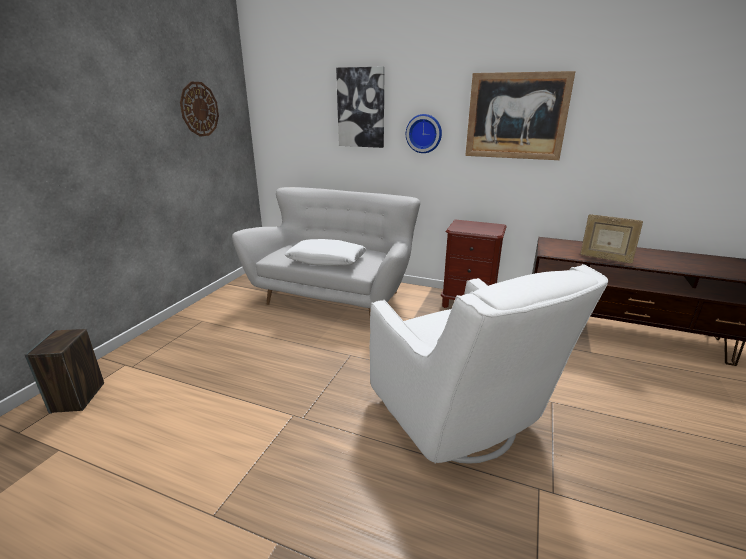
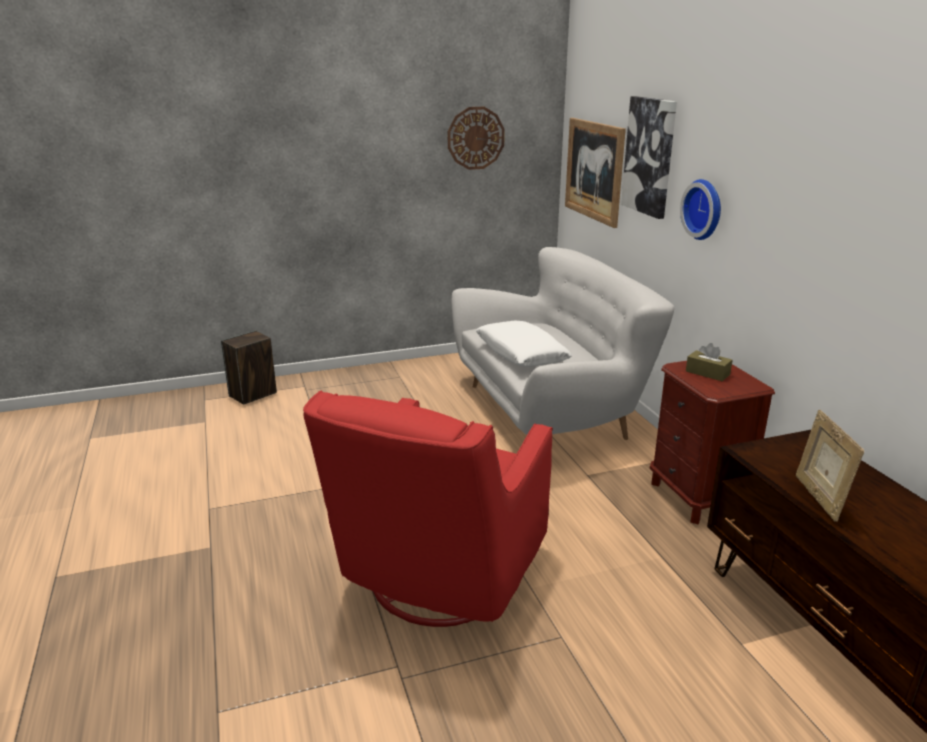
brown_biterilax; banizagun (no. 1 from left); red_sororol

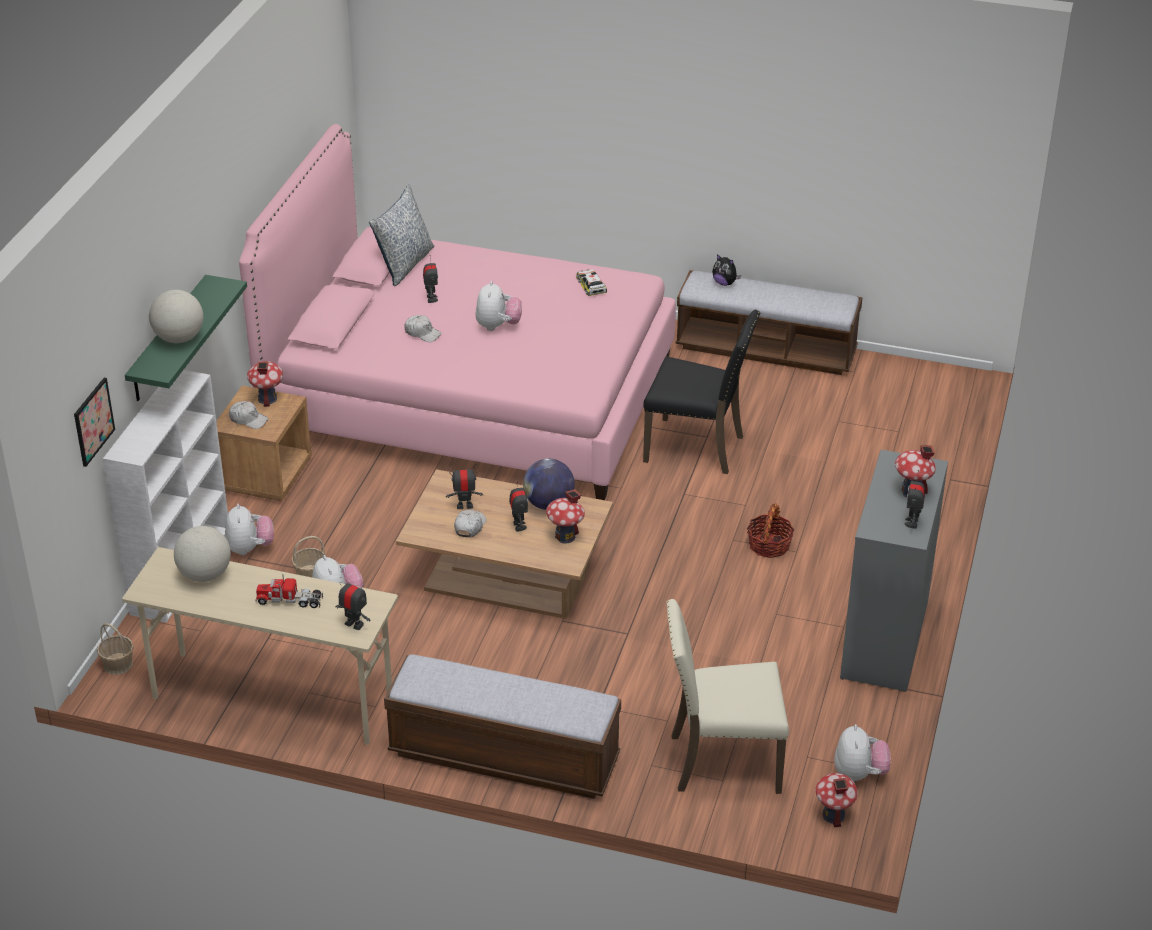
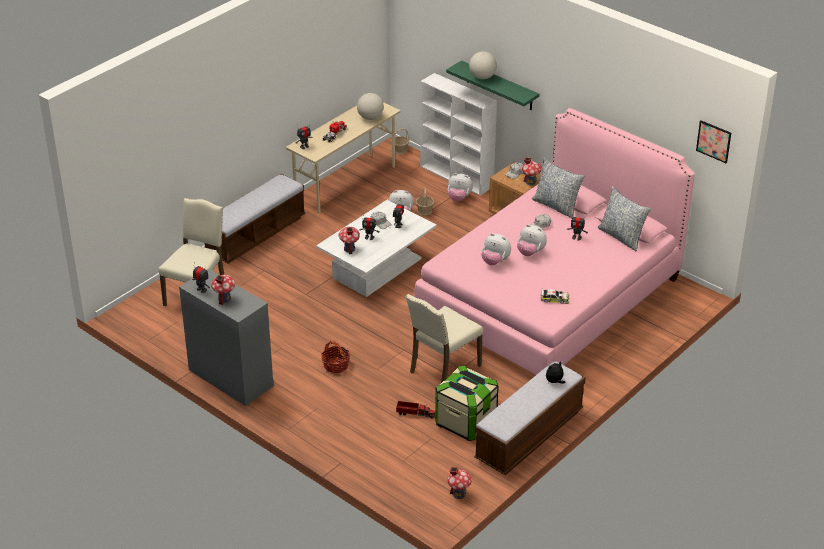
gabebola (no. 3 from left in the first image); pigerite (no. 2 from left); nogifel; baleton (no. 1 from left); banizagun; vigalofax (no. 3 from left); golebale (no. 3 from left); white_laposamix; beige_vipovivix (no. 2 from left)

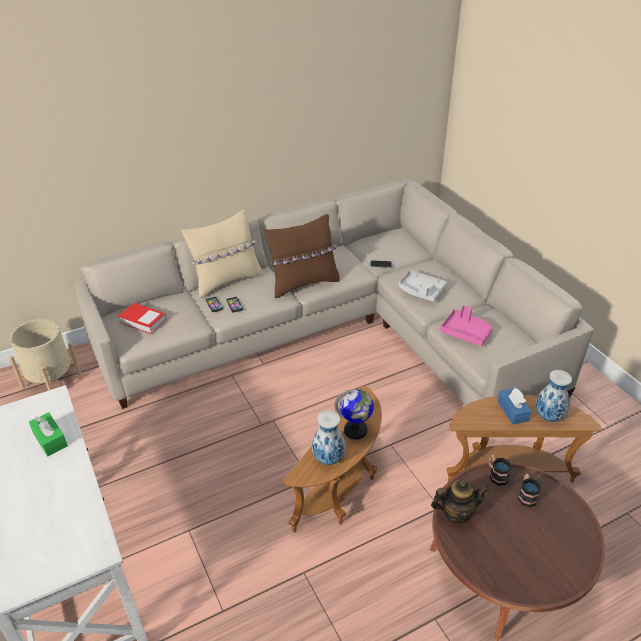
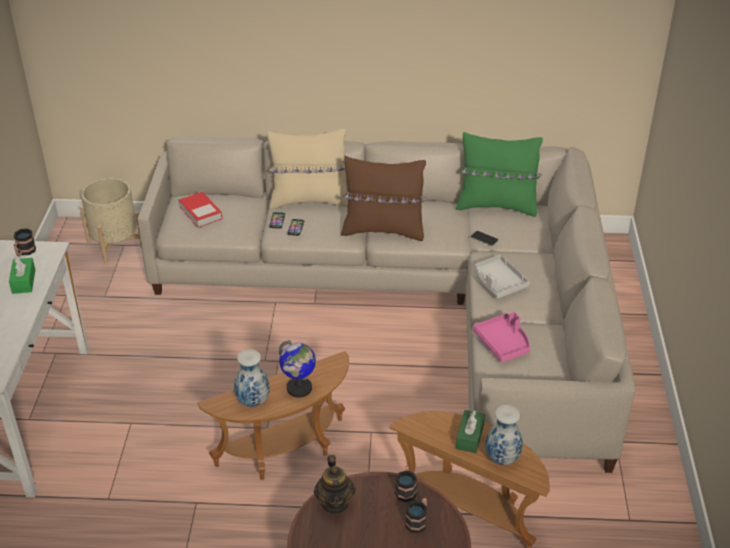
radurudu (no. 1 from left); green_baleton; green_biterilax (no. 2 from left); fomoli

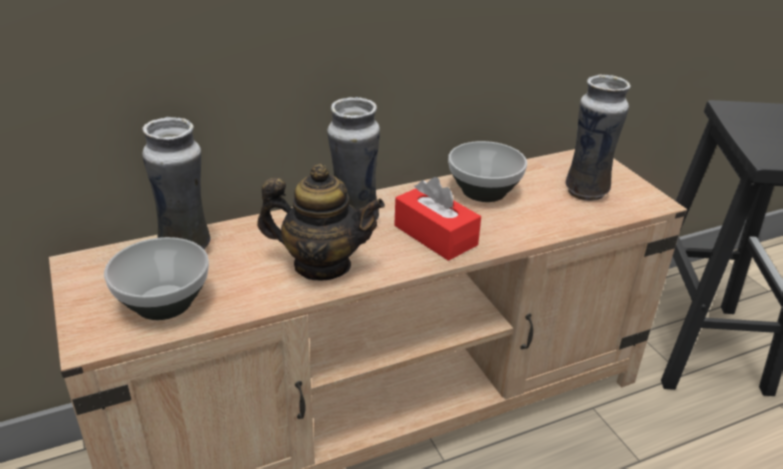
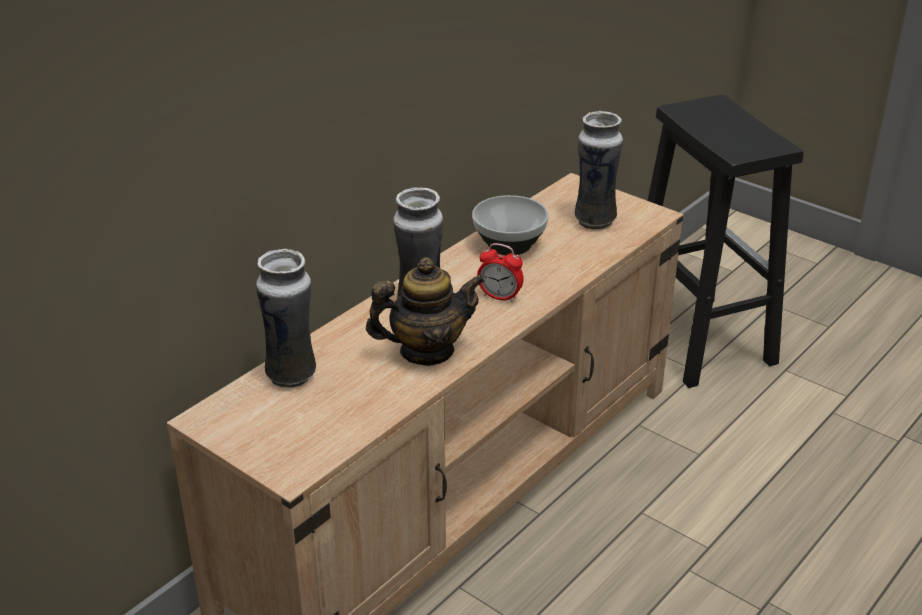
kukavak (no. 1 from left in the first image); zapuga

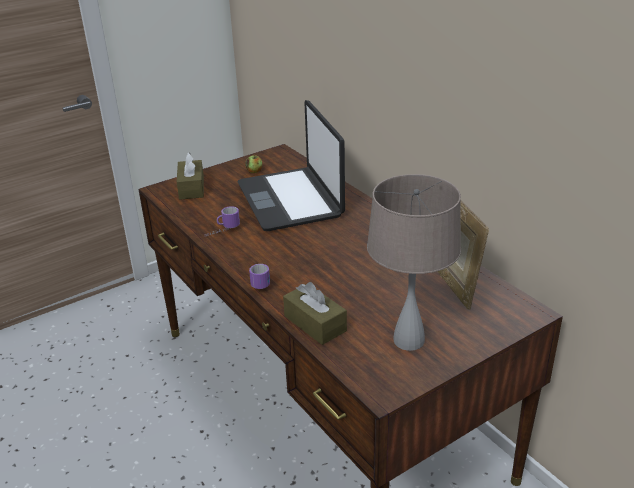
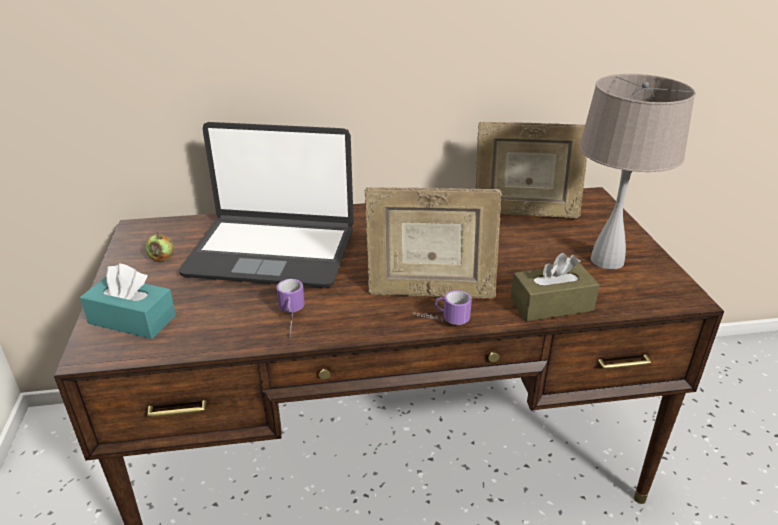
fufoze (no. 1 from left); turquoise_biterilax

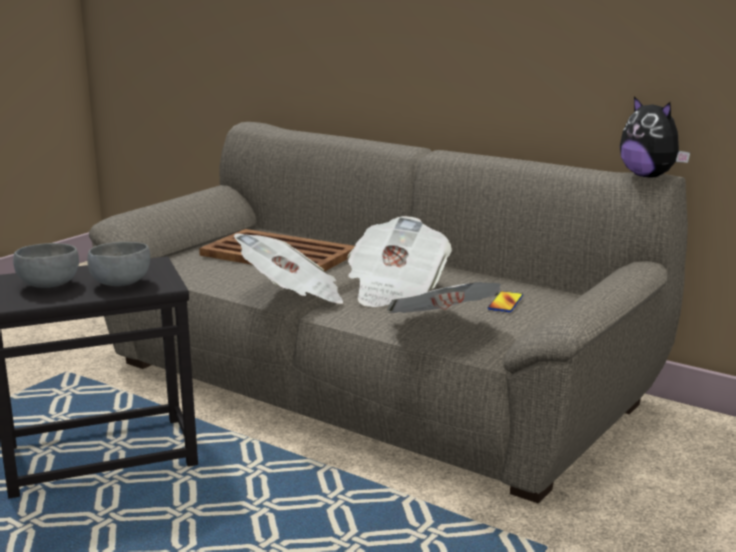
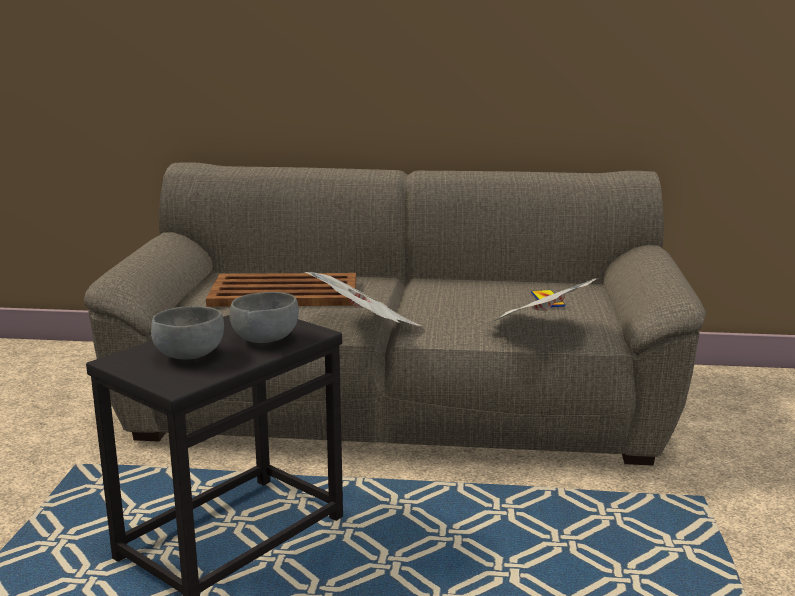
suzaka (no. 2 from left in the first image); golebale

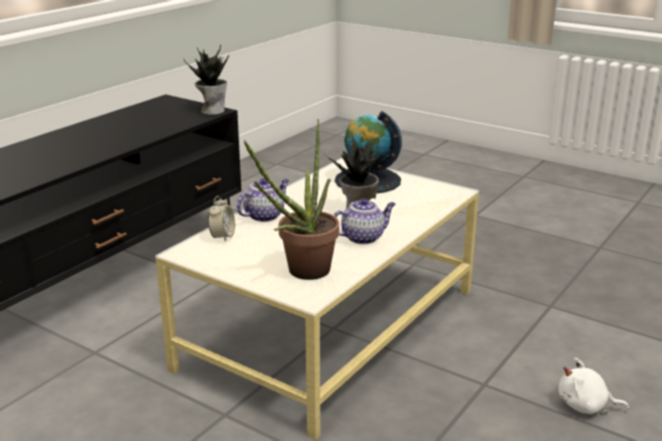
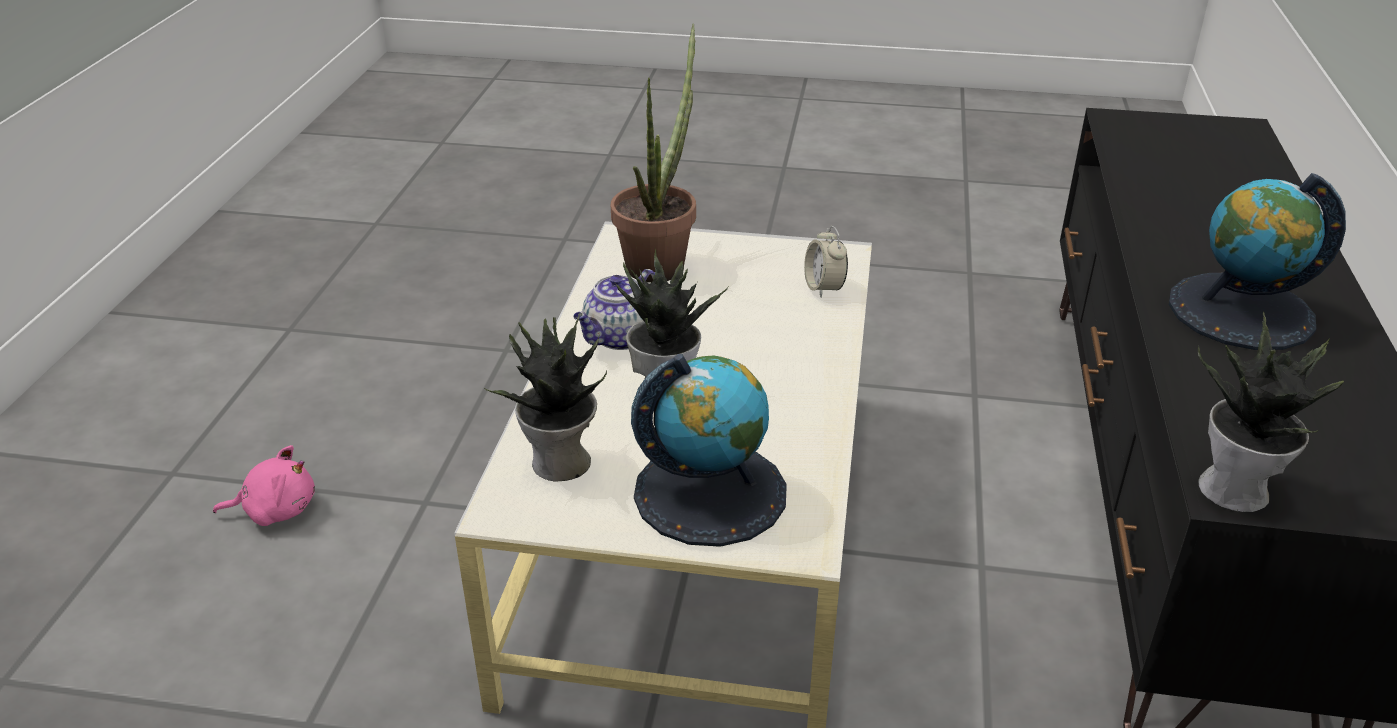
fomoli (no. 1 from left in the first image); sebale (no. 1 from left); gabebola (no. 2 from left); pink_golebale

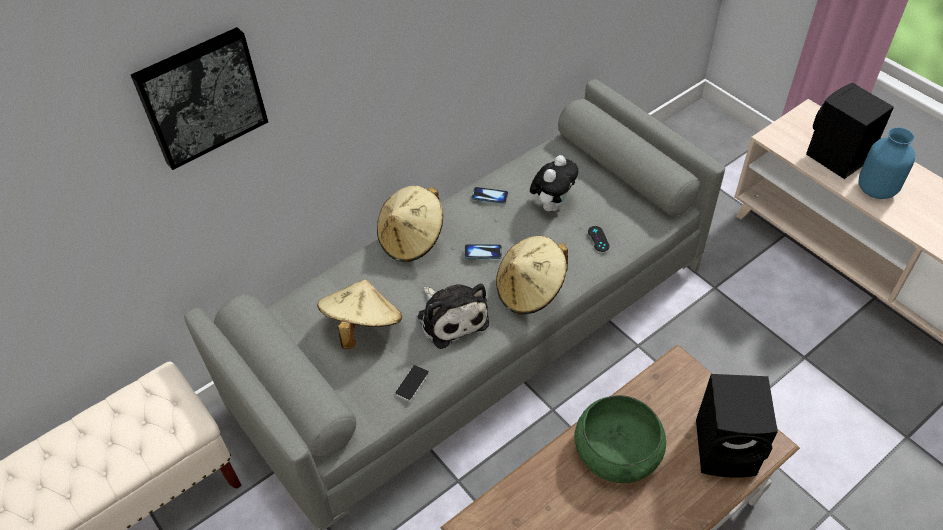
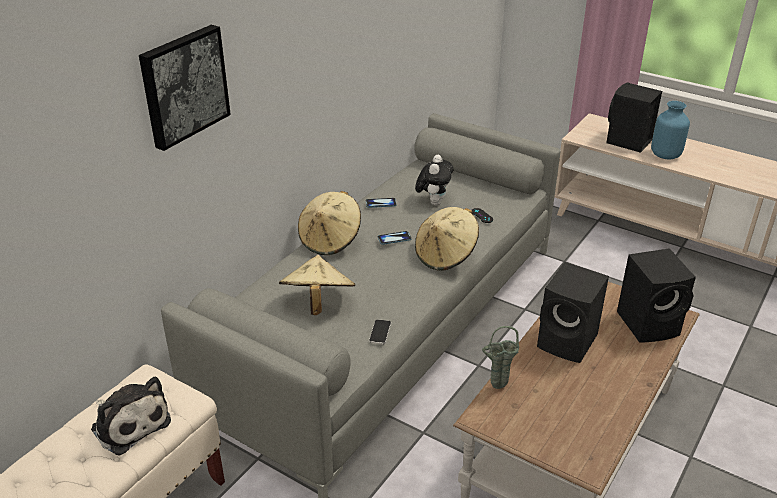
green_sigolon; golebale (no. 1 from left); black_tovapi (no. 1 from left)

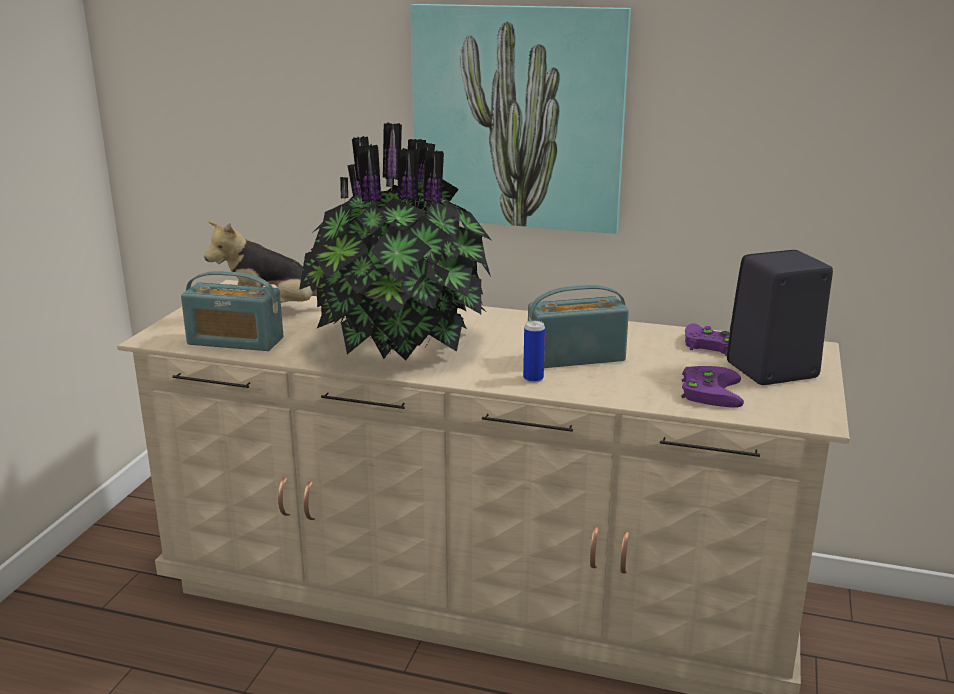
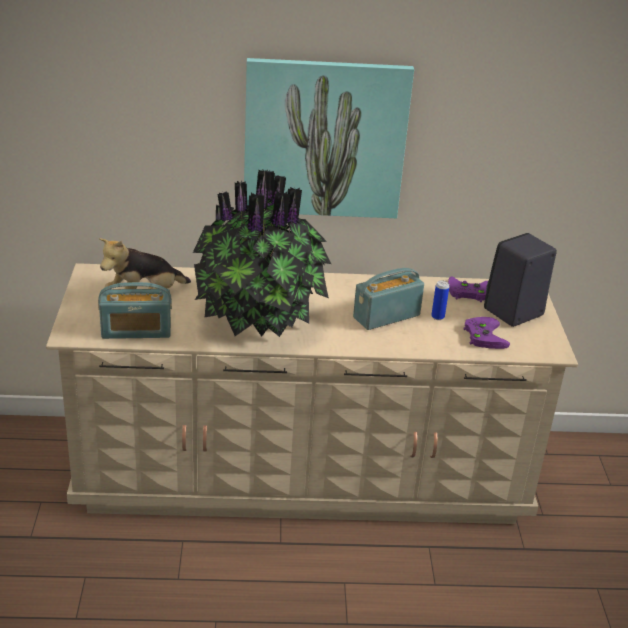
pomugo

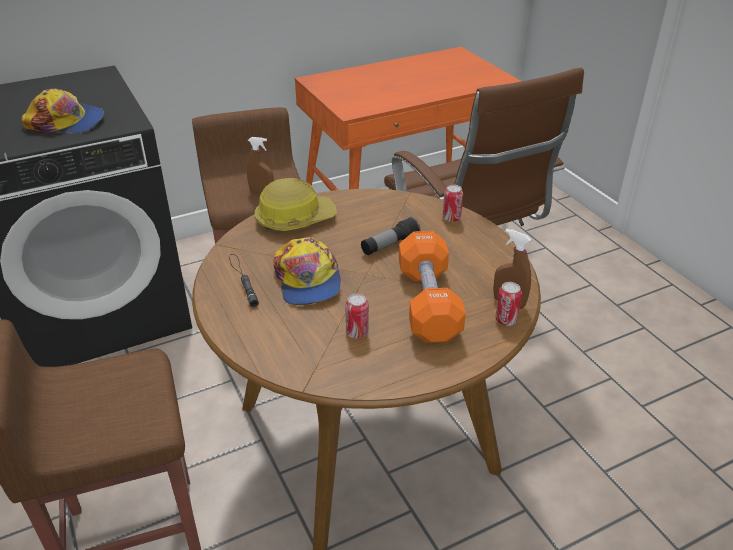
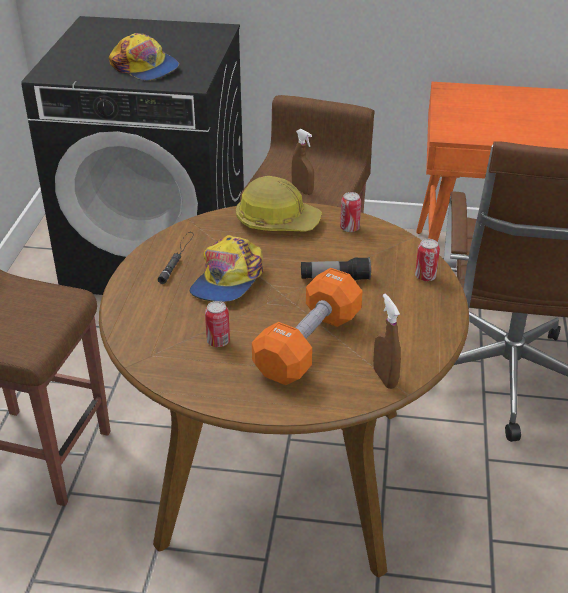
pomugo (no. 2 from left)

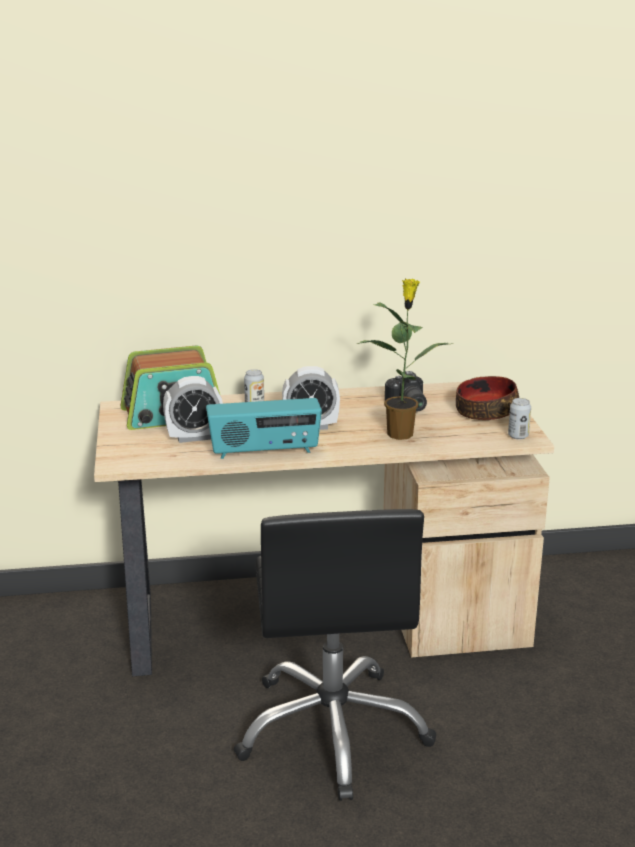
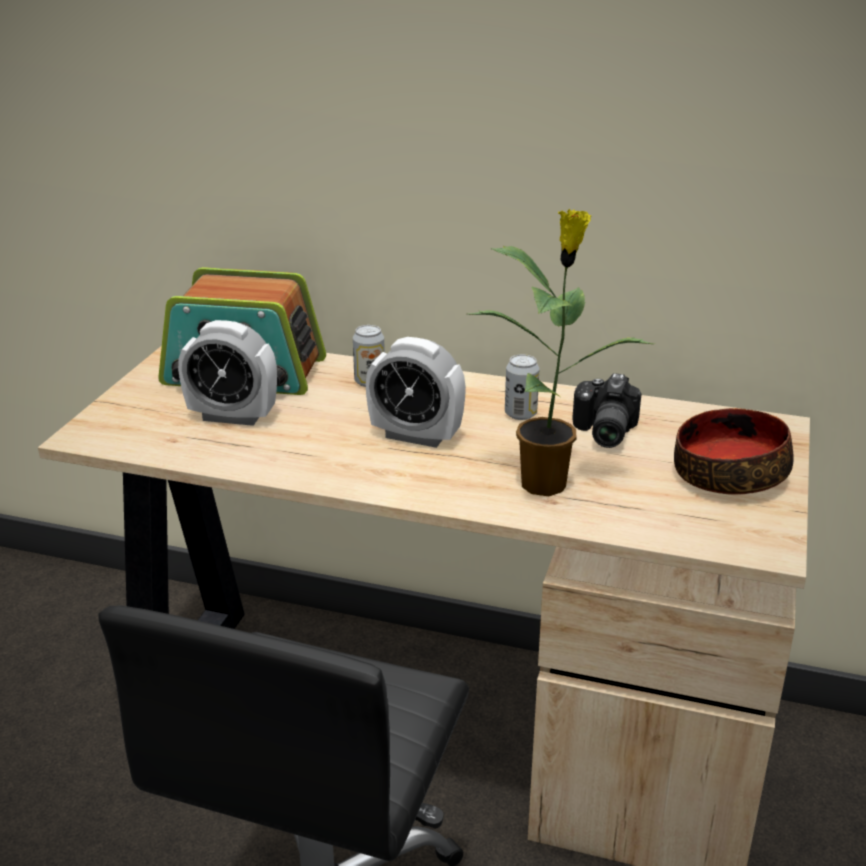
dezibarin (no. 2 from left in the first image); pomugo (no. 2 from left)

